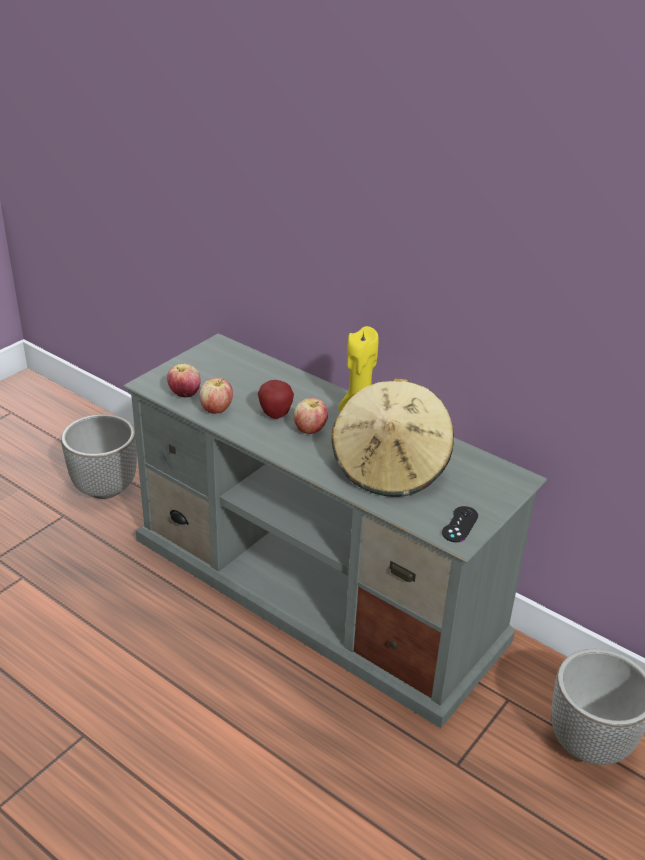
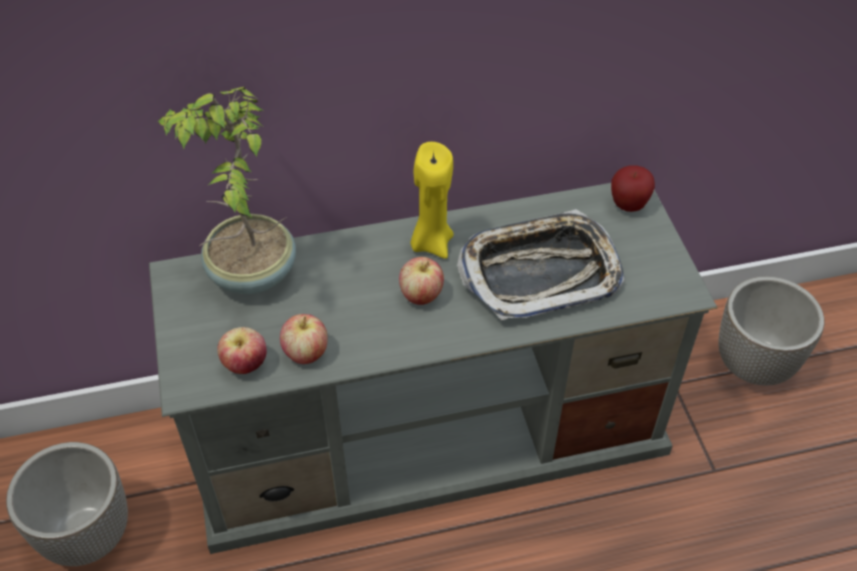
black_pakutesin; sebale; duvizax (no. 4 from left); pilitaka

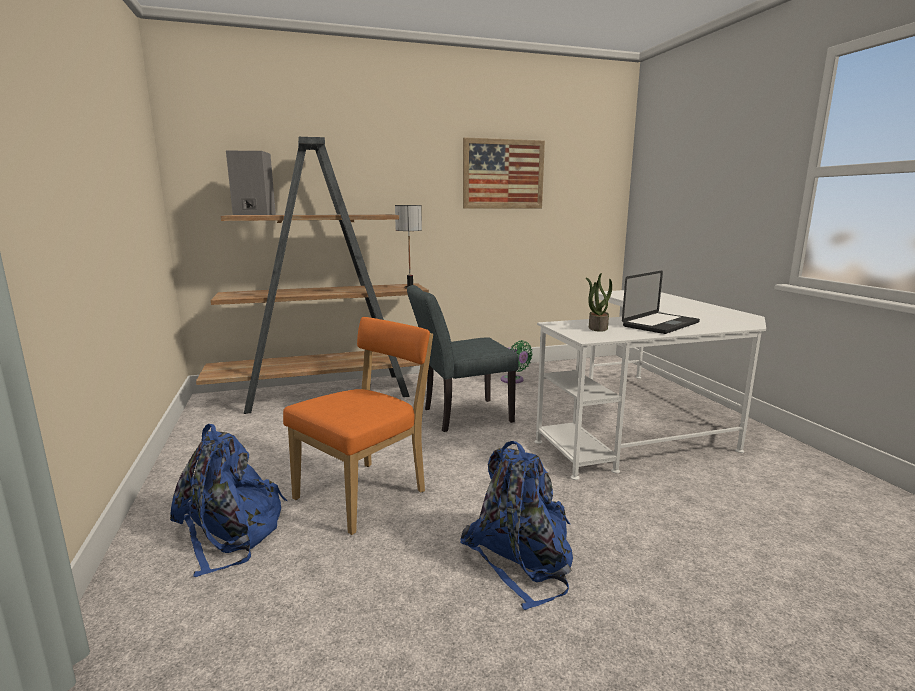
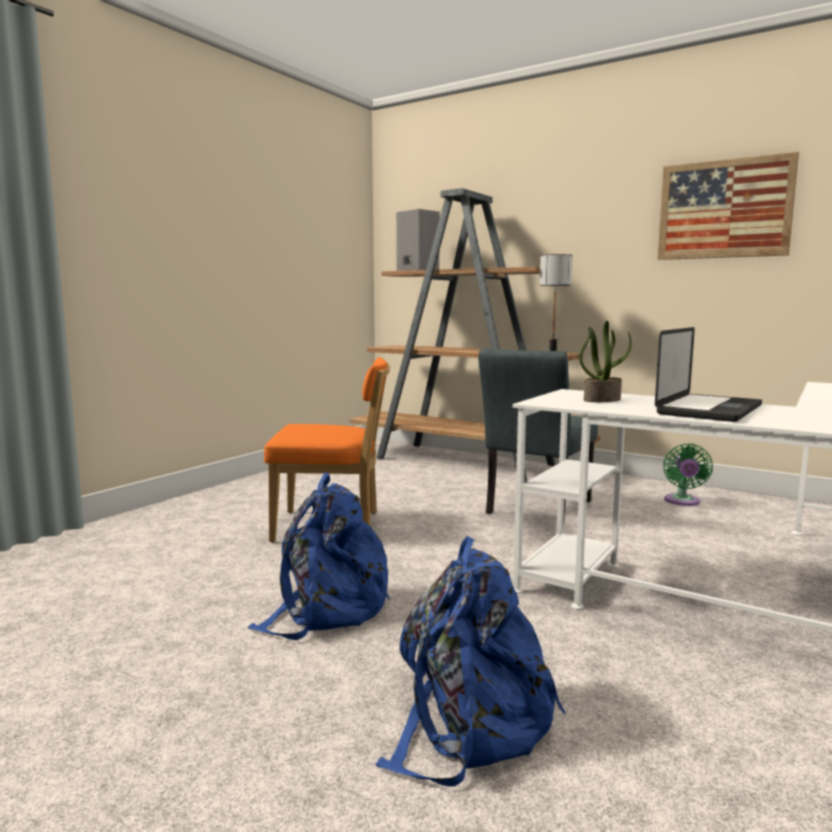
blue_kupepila (no. 2 from left); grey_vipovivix; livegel

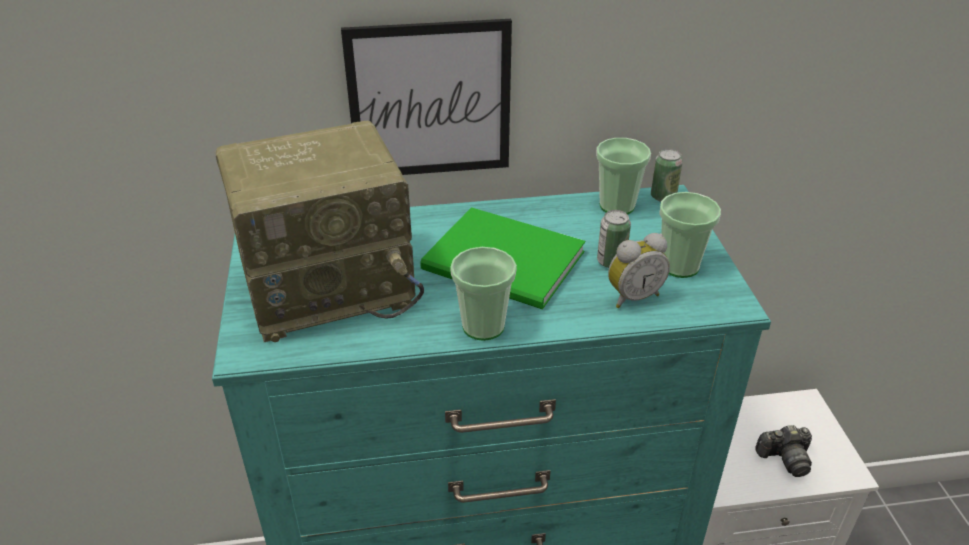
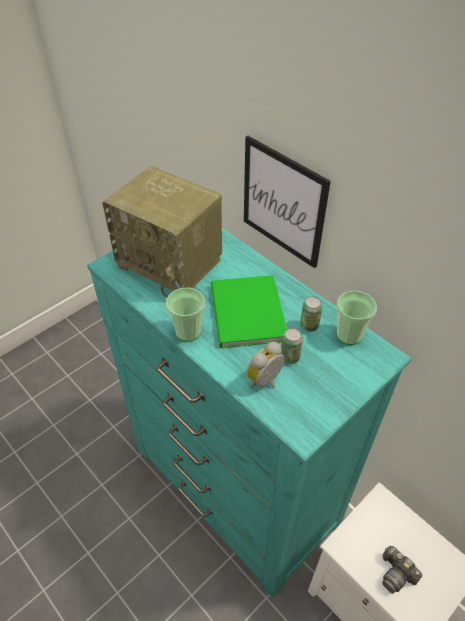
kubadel (no. 3 from left in the first image); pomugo (no. 2 from left); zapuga

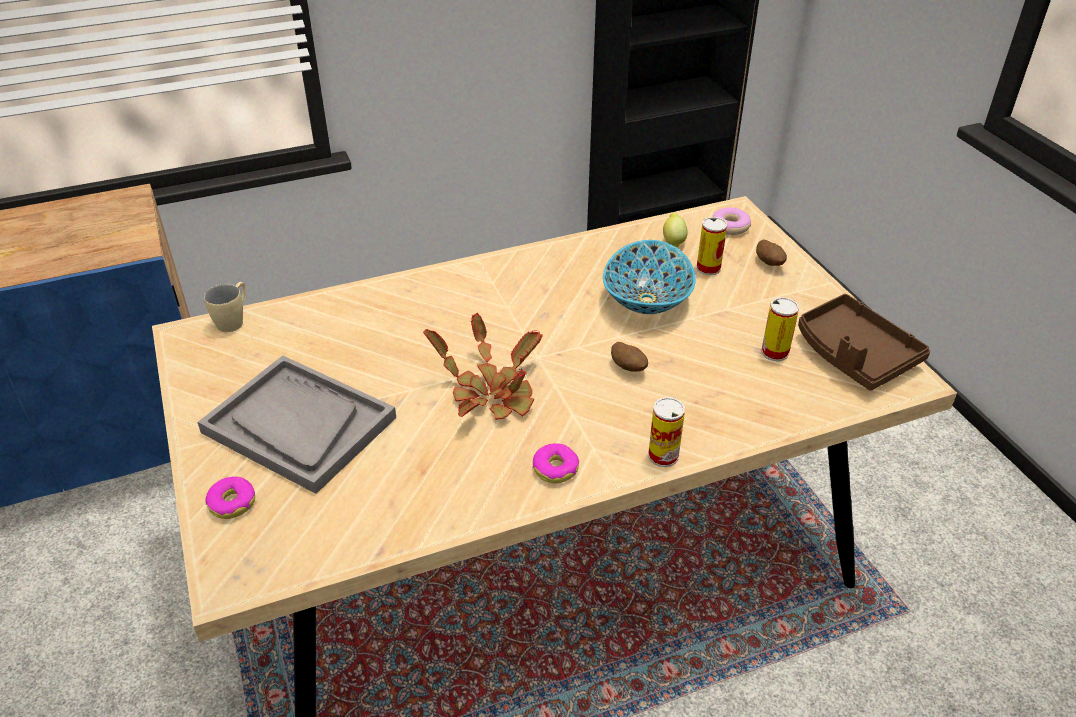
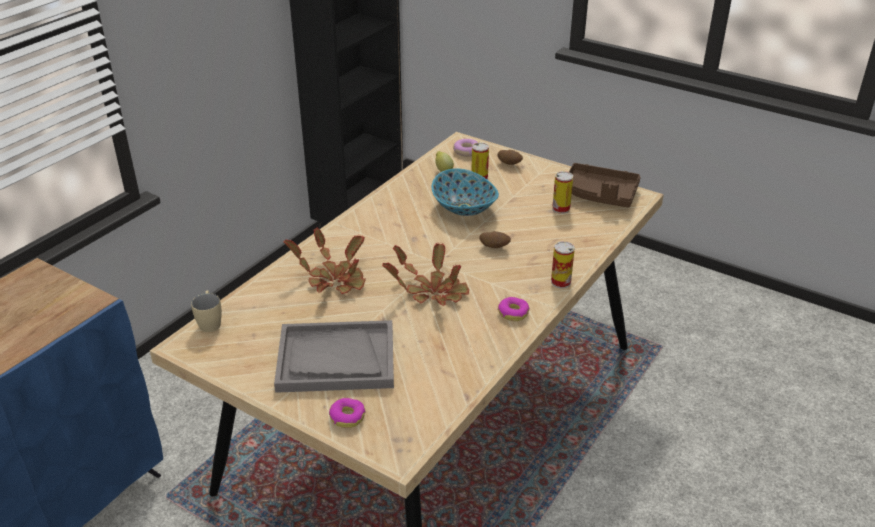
sebale (no. 1 from left)

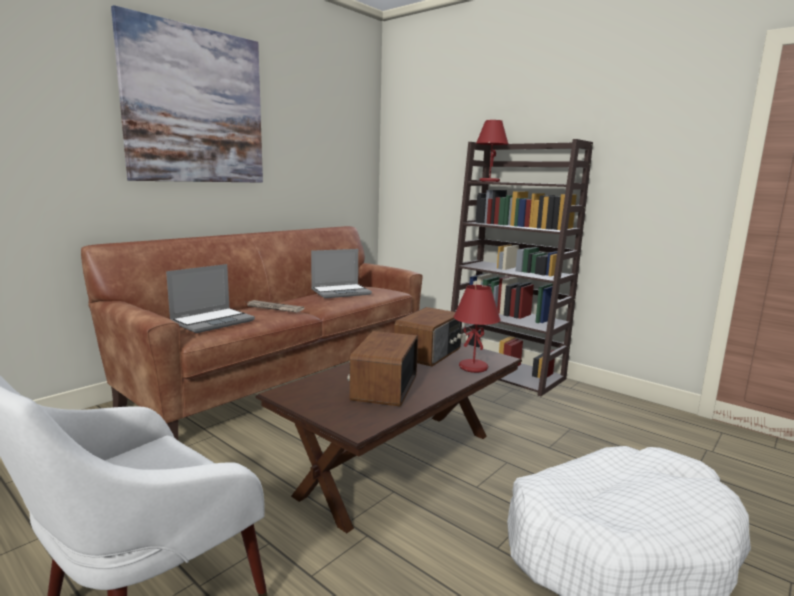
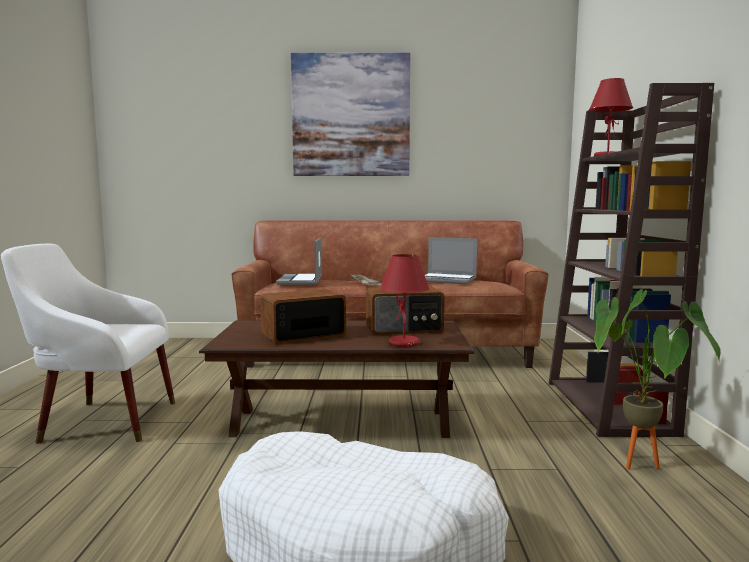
sebale; livegel (no. 1 from left)

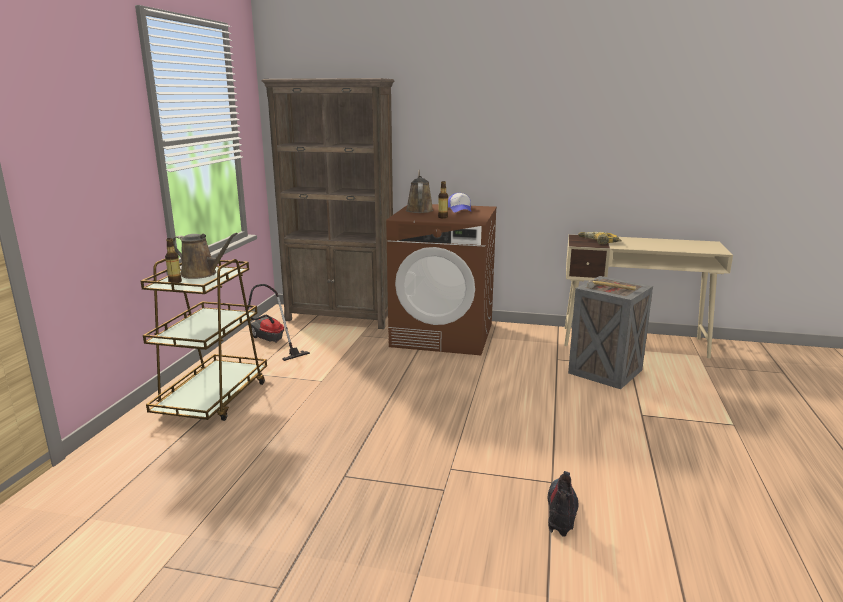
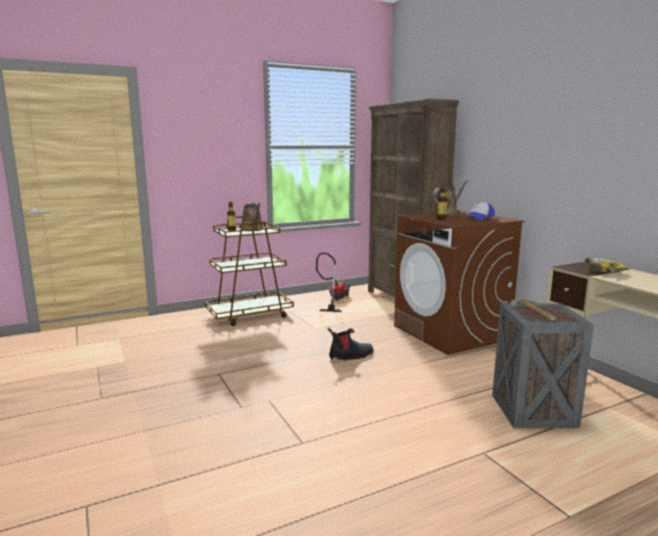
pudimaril

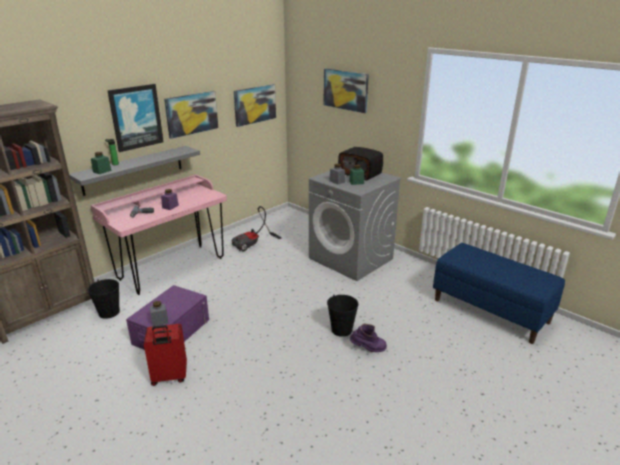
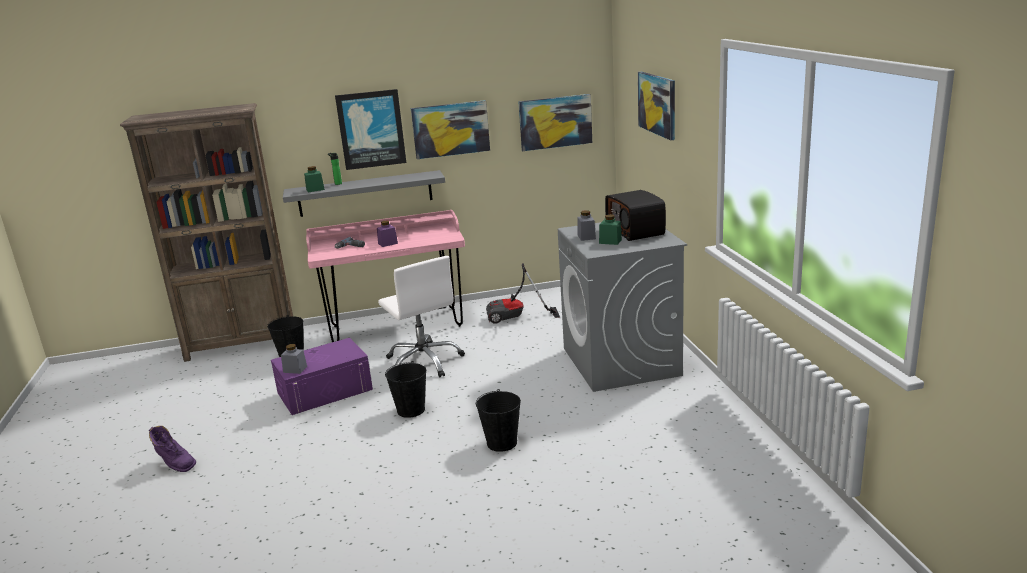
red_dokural; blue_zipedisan; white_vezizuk; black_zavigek (no. 2 from left); purple_pudimaril

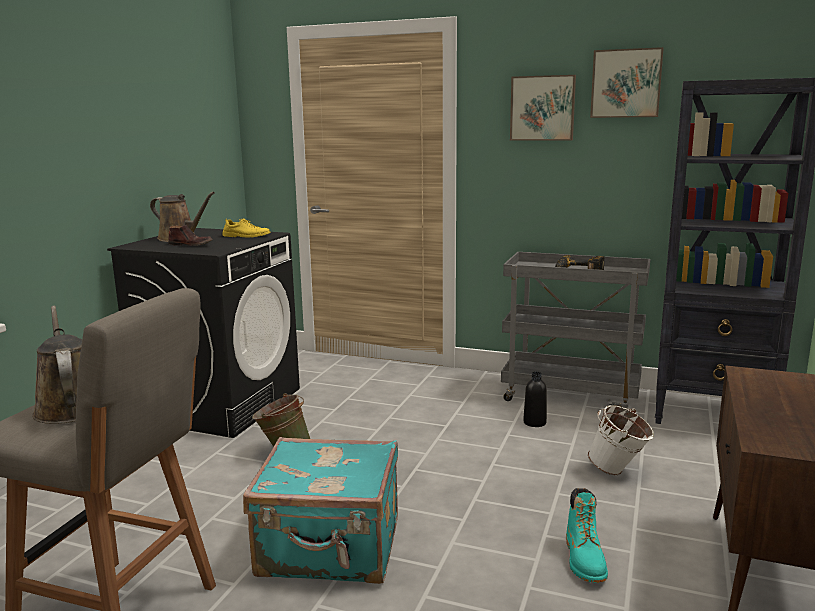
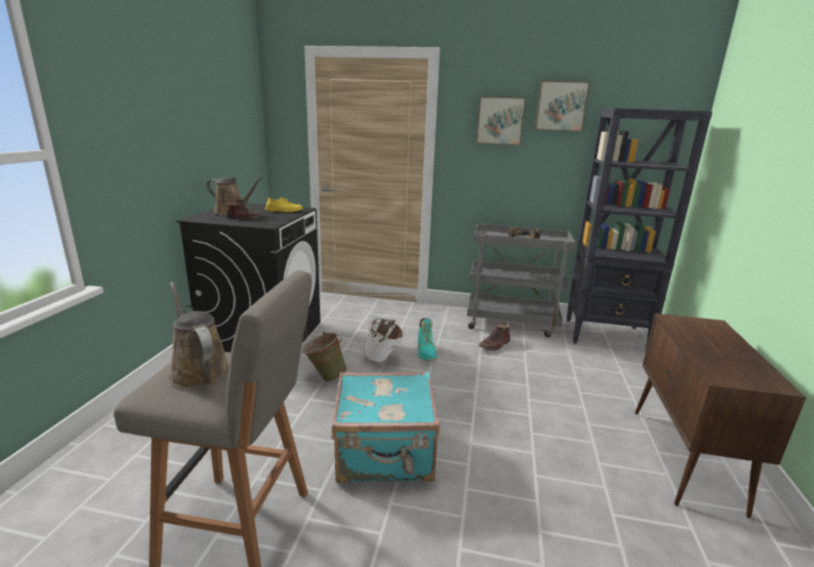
turquoise_pudimaril; white_zavigek; brown_pudimaril

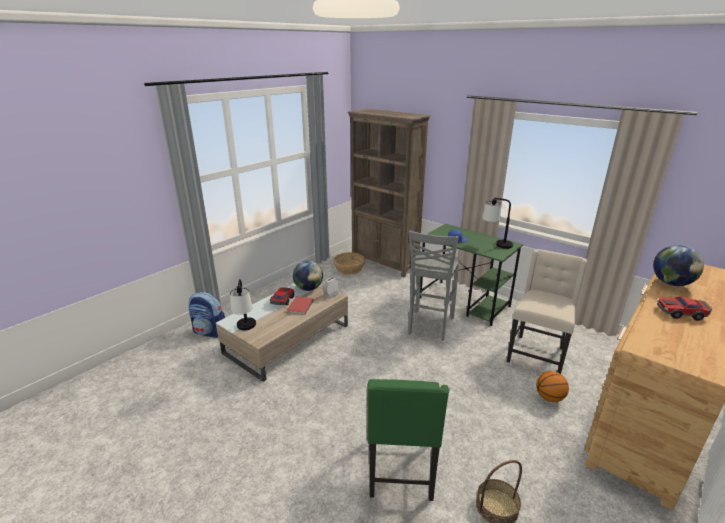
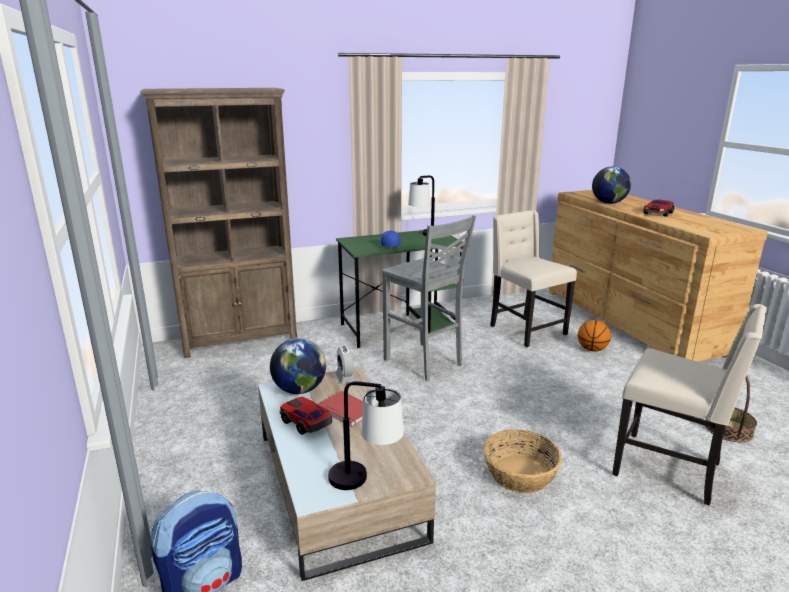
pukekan (no. 1 from left); beige_vipovivix (no. 2 from left)

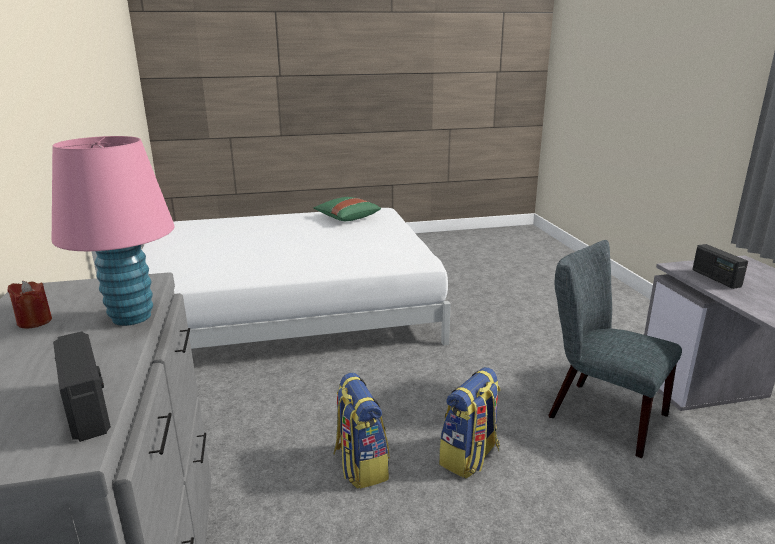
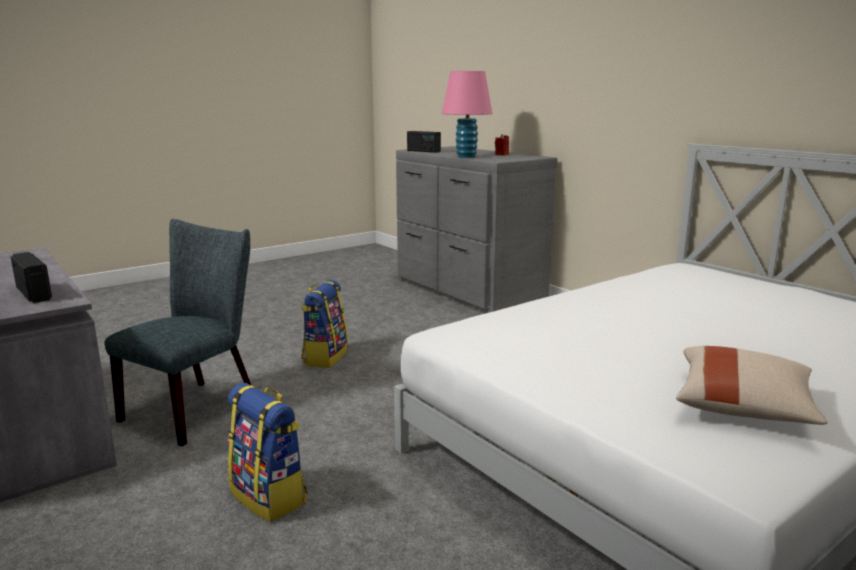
kupepila (no. 1 from left); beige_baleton; grey_vipovivix

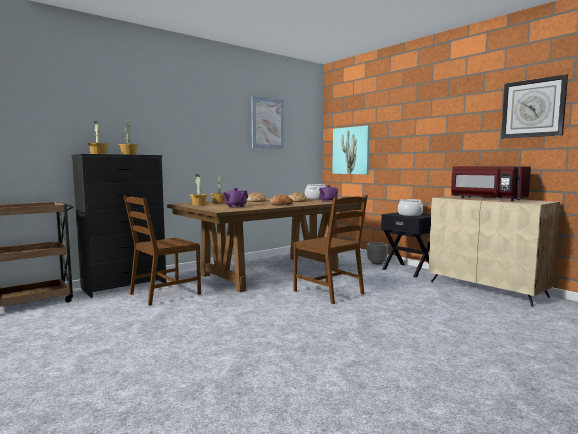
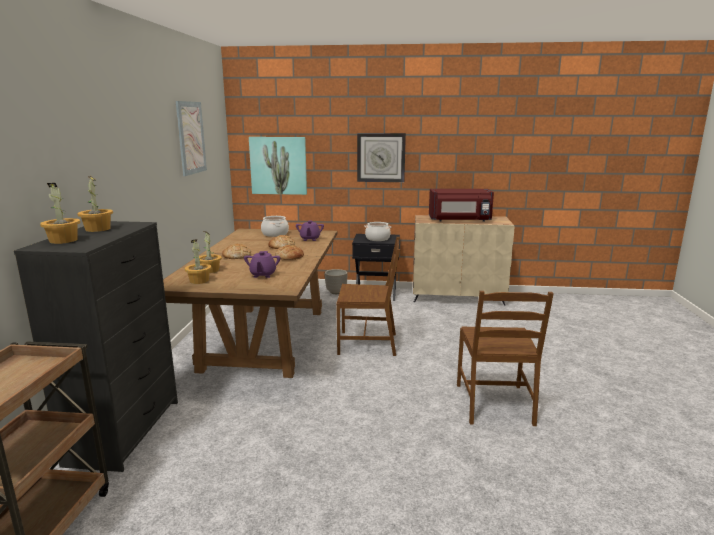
brown_vipovivix (no. 2 from left); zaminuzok

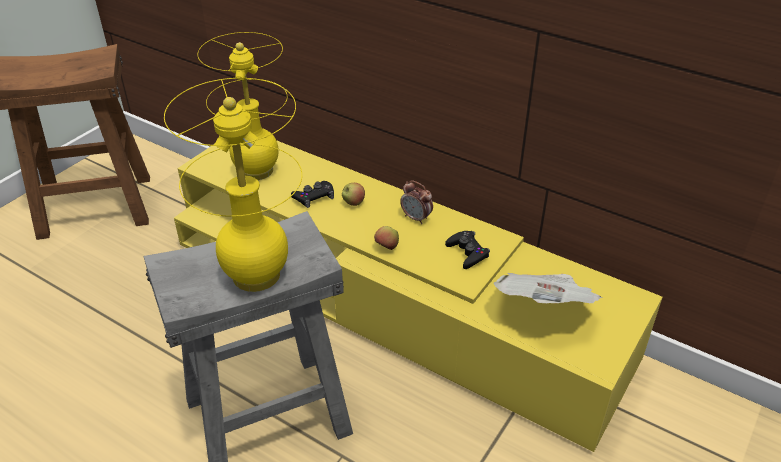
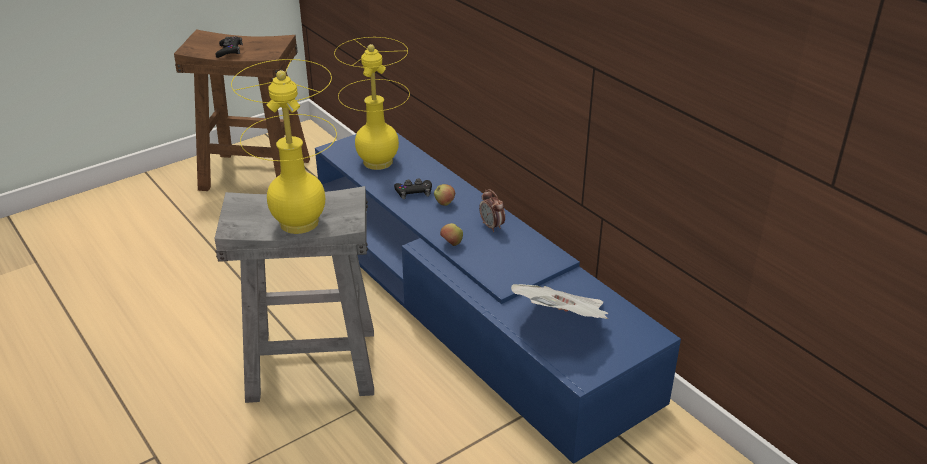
black_pakutesin (no. 1 from left); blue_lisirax

